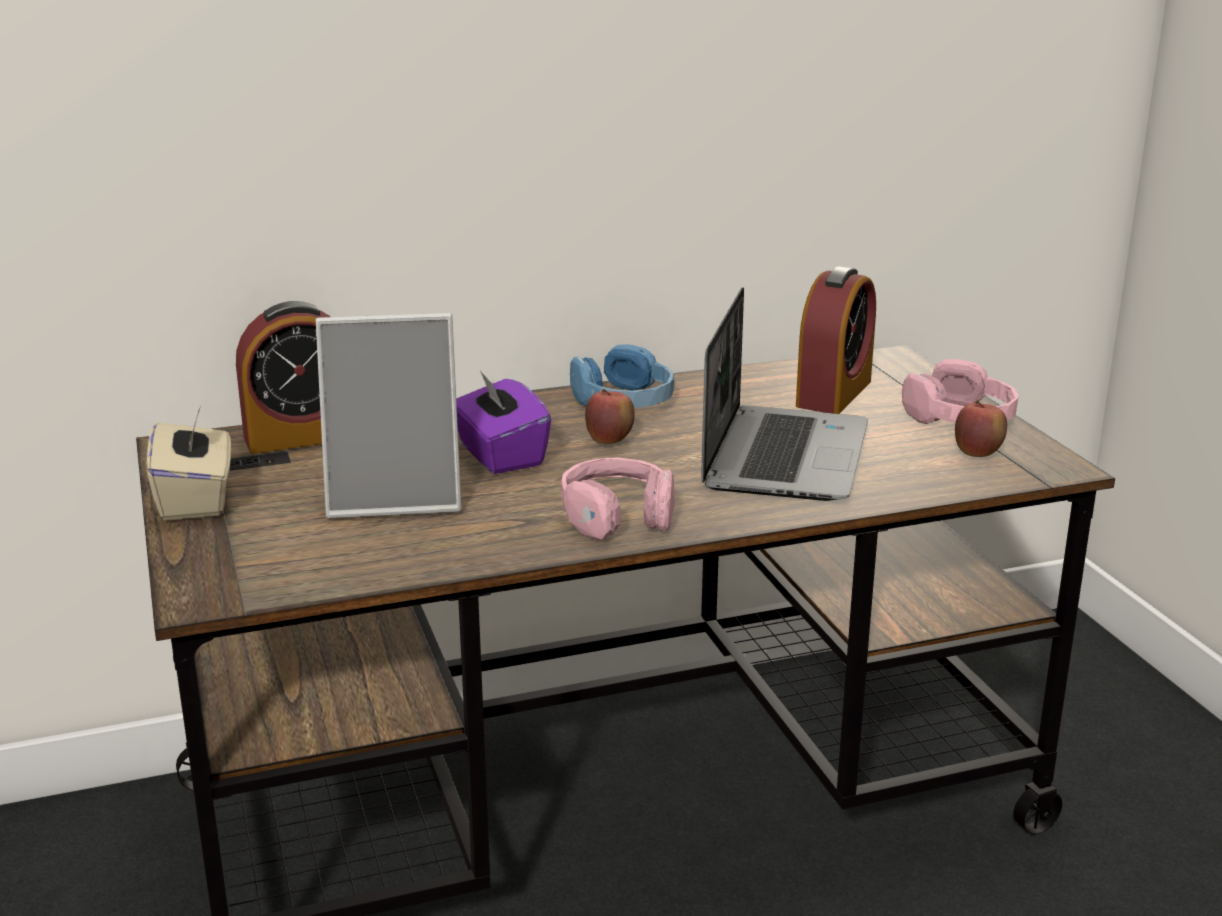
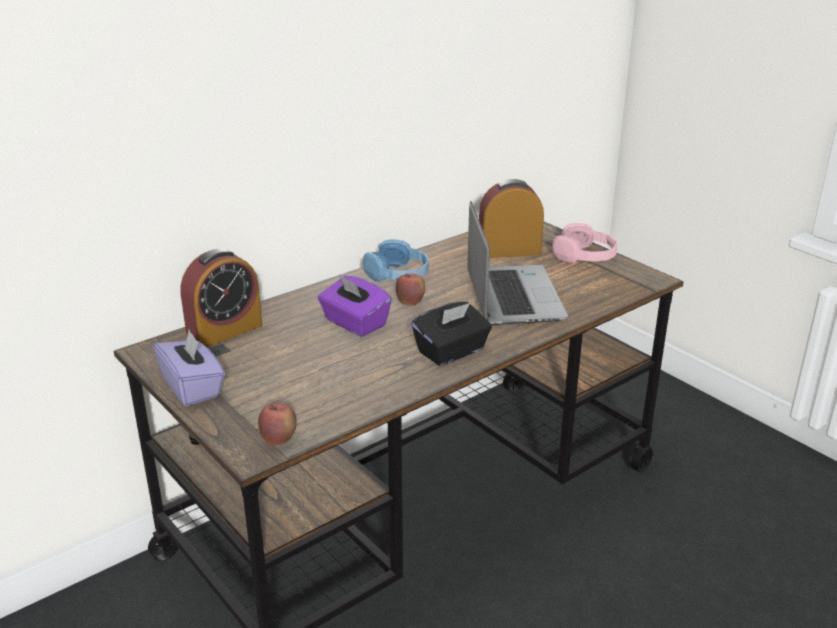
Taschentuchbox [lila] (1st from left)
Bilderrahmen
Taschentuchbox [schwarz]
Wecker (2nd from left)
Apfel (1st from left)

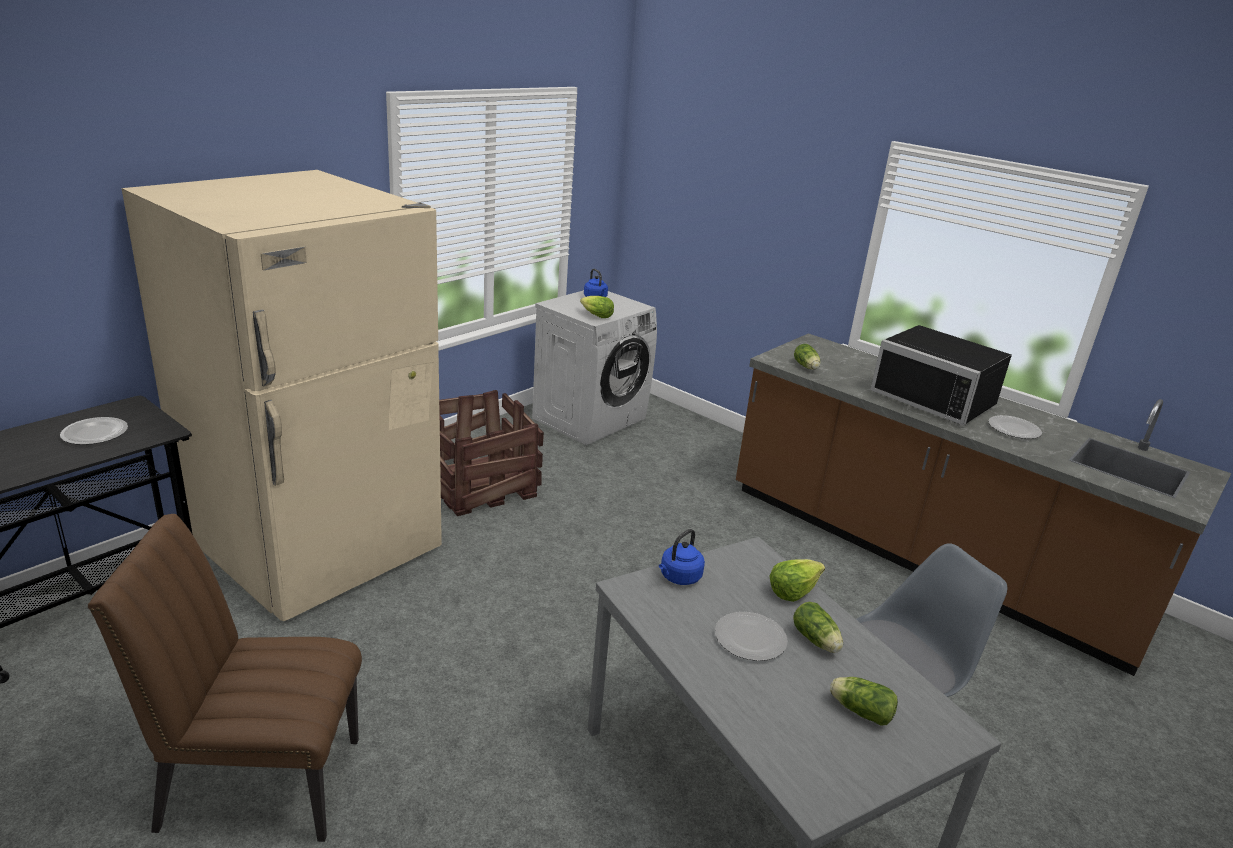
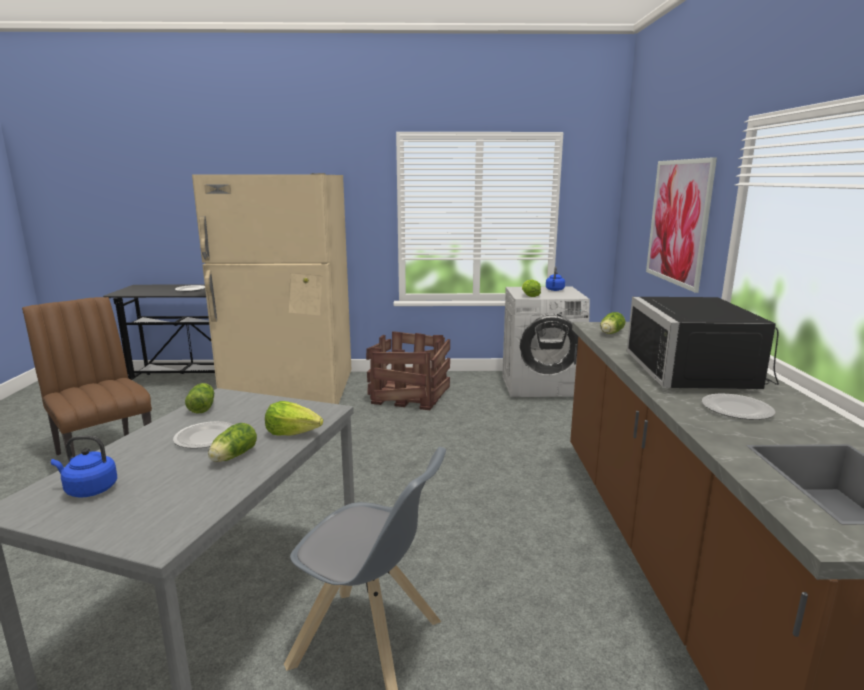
Wasserkessel [blau] (1st from left)
Salatkopf (1st from left)
Bild

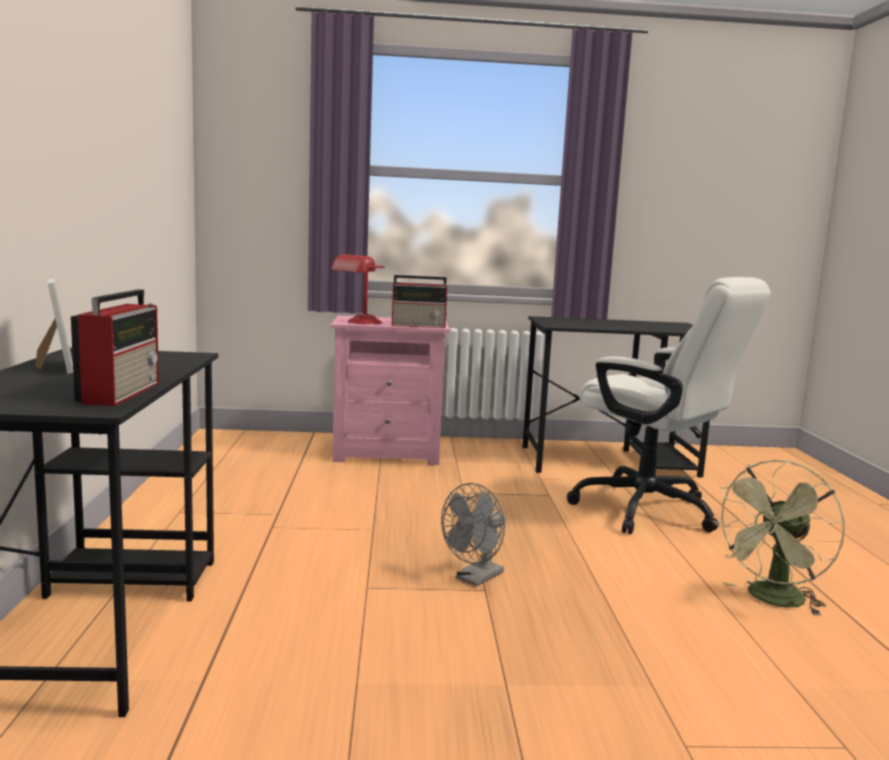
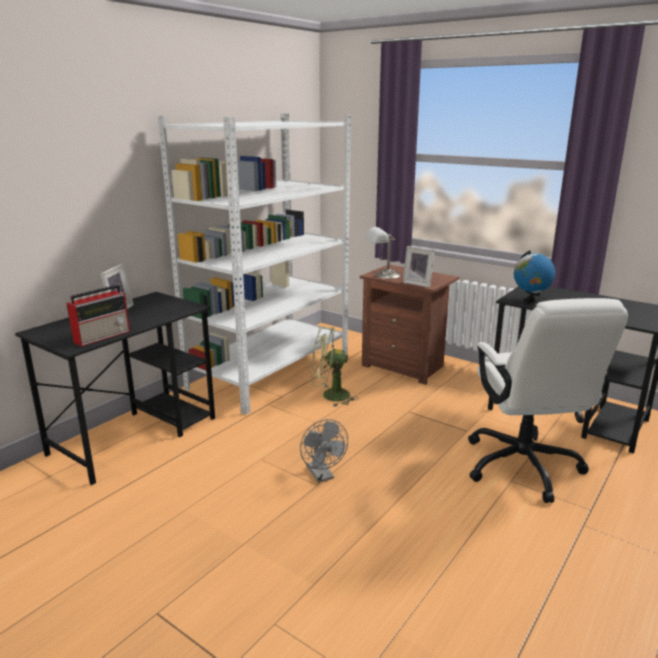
Tischlampe [weiß]
Nachttisch [braun]
Bilderrahmen (2nd from left)
Ventilator [grau]
Ventilator [grün]
Bücherregal [weiß]
Globus

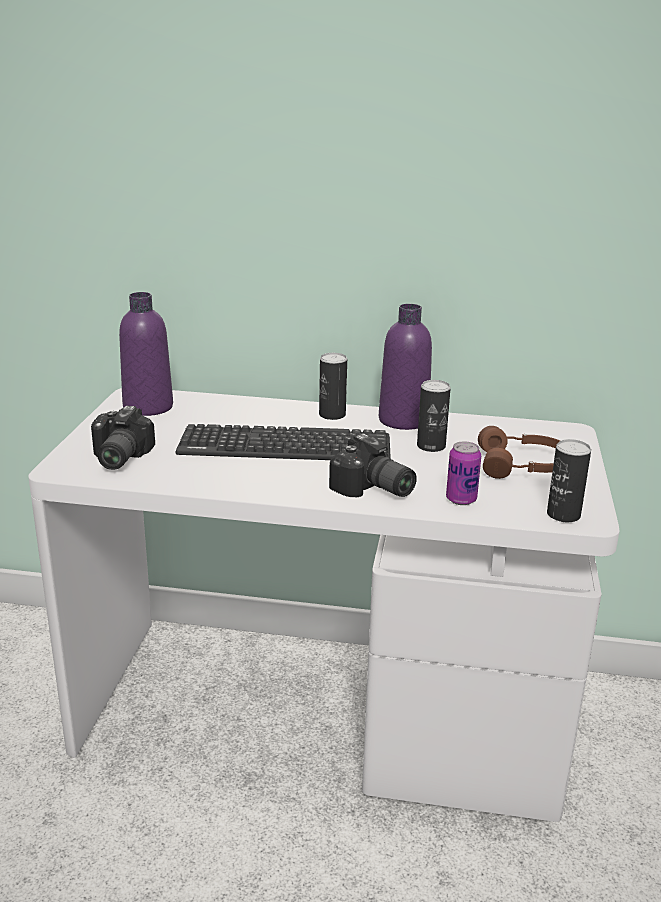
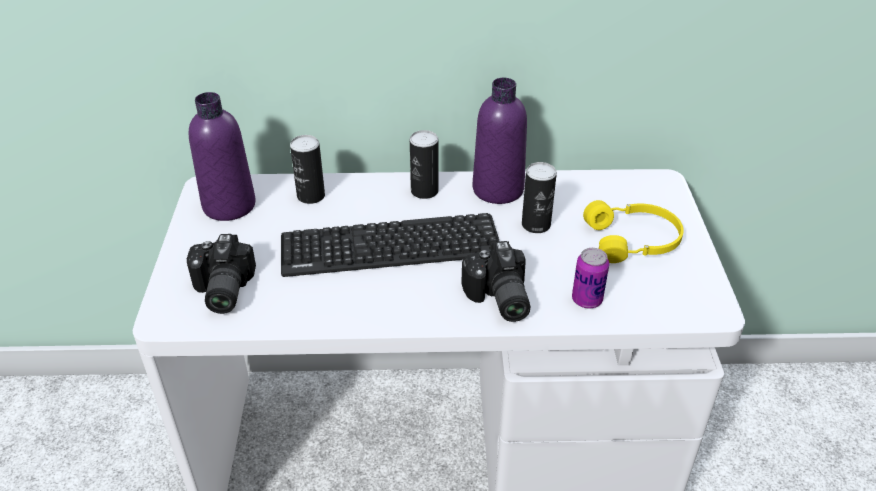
Kamera (2nd from left)
Kopfhörer [gelb]
Dose (1st from left)

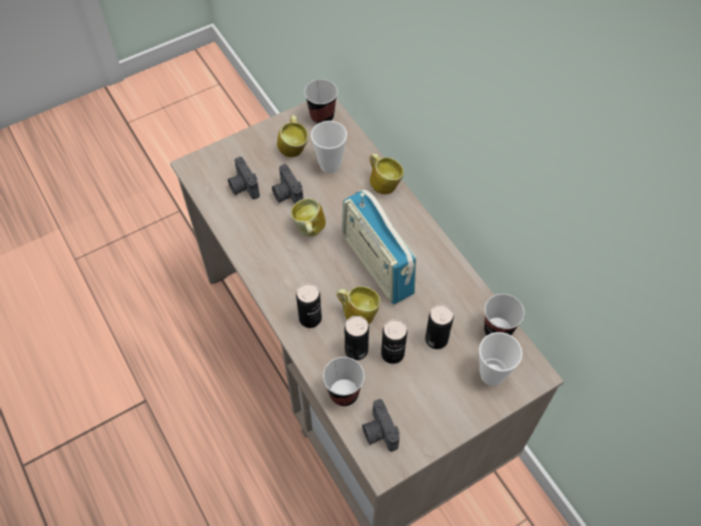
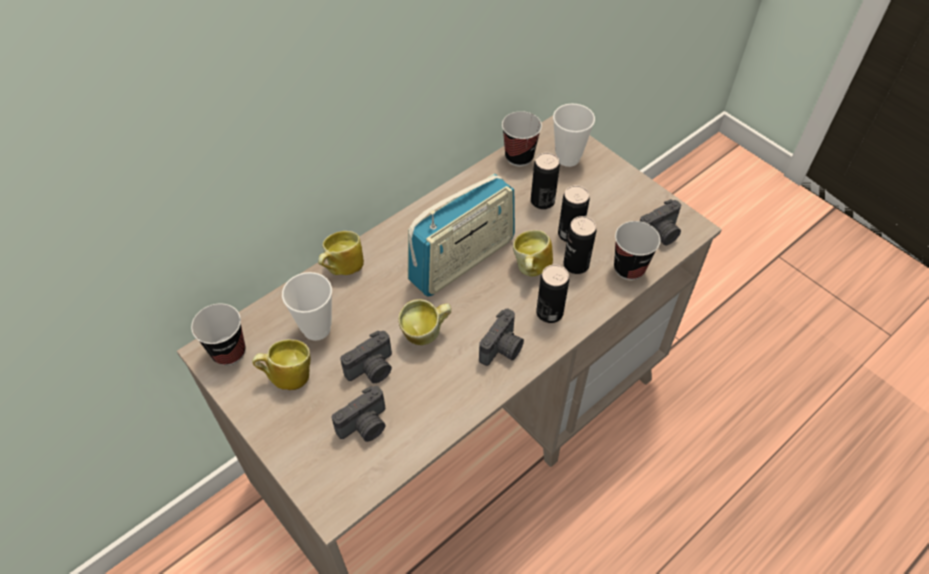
Kamera (3rd from left)

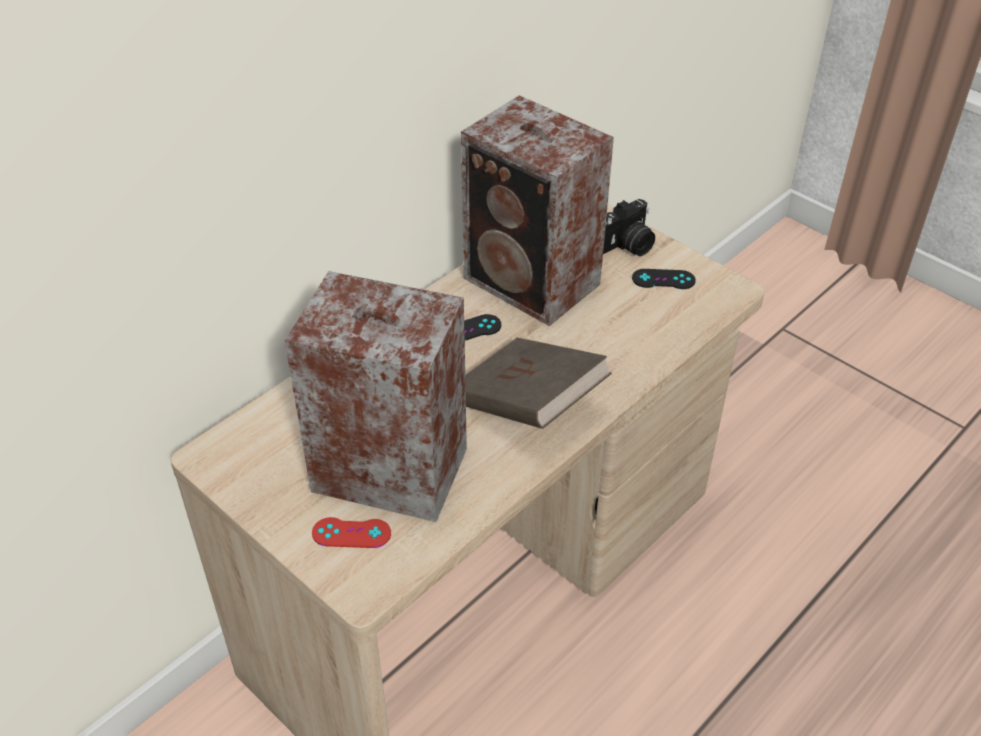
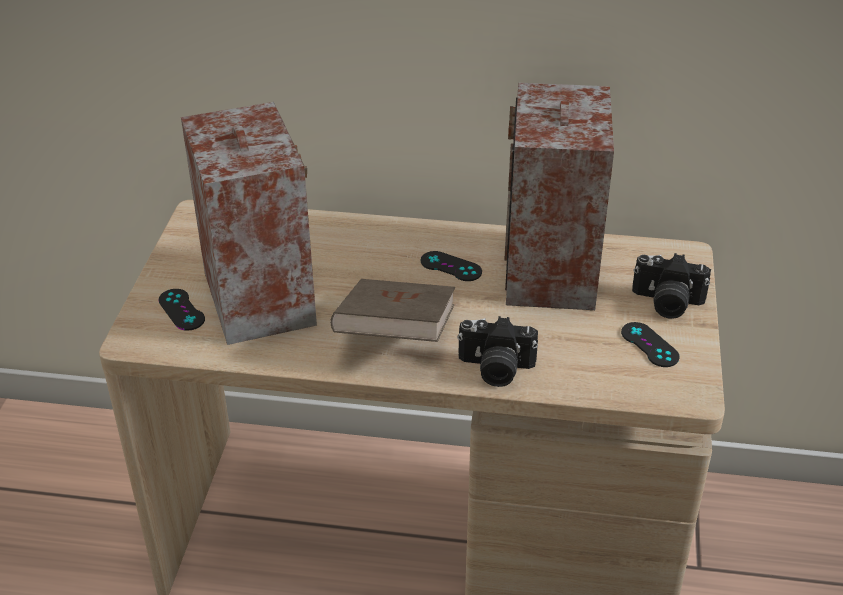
Gamepad [schwarz] (1st from left)
Kamera (1st from left)

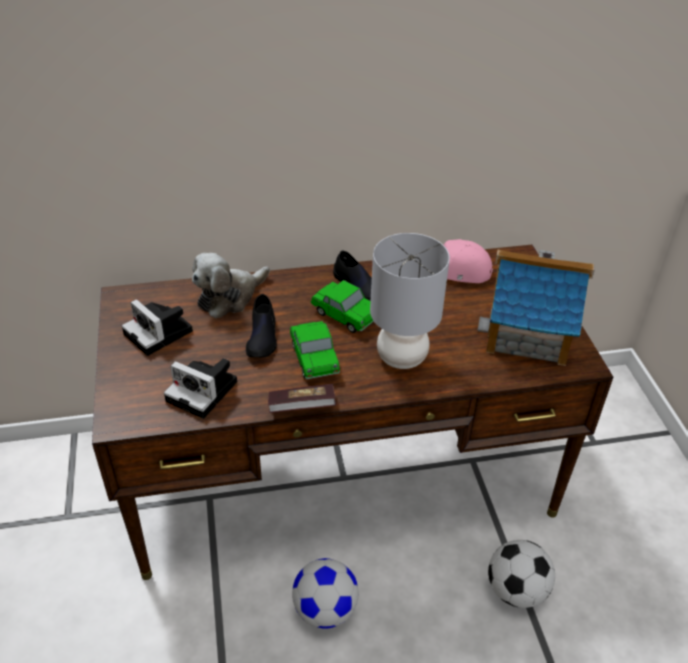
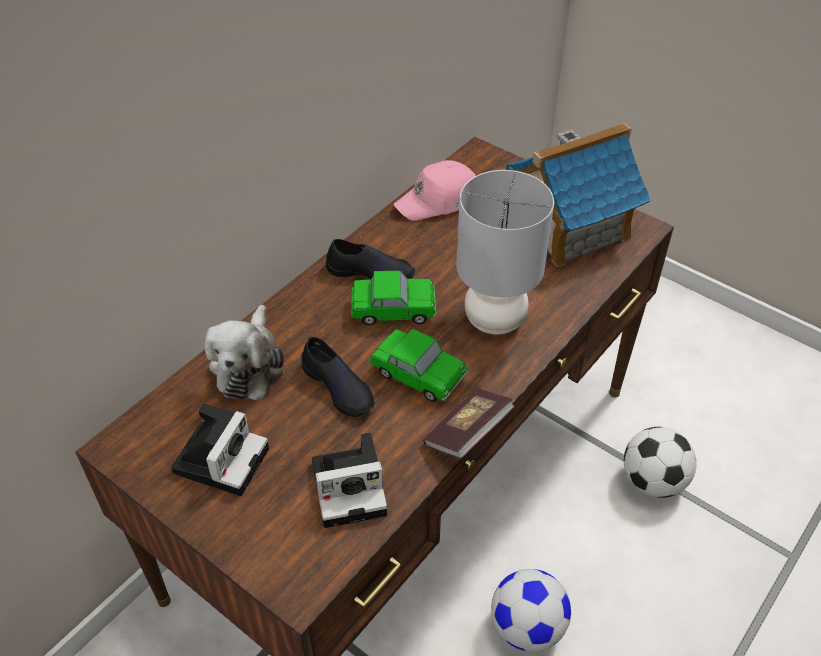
Kamera (1st from left)

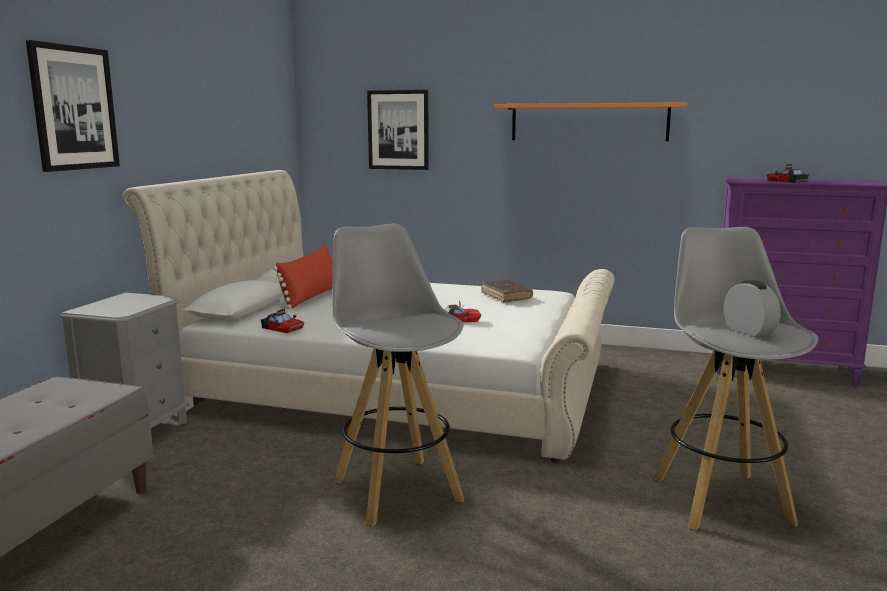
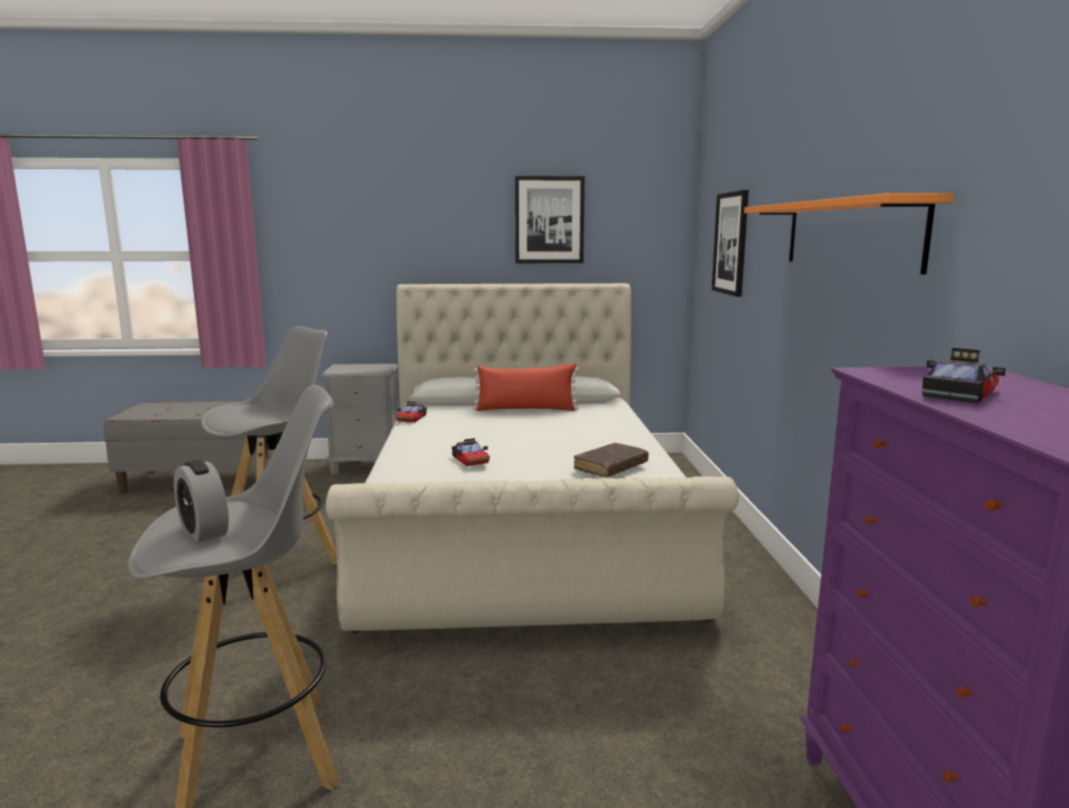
Bild (1st from left)
Wecker

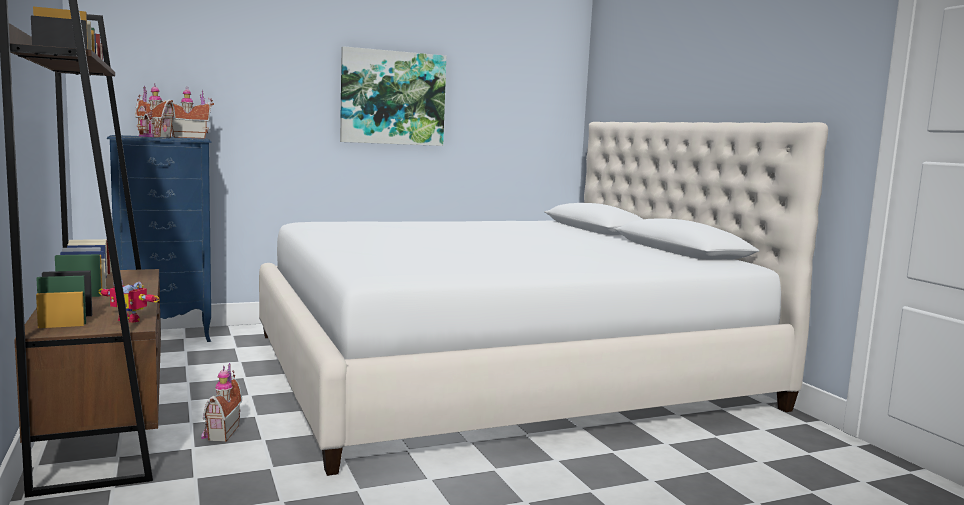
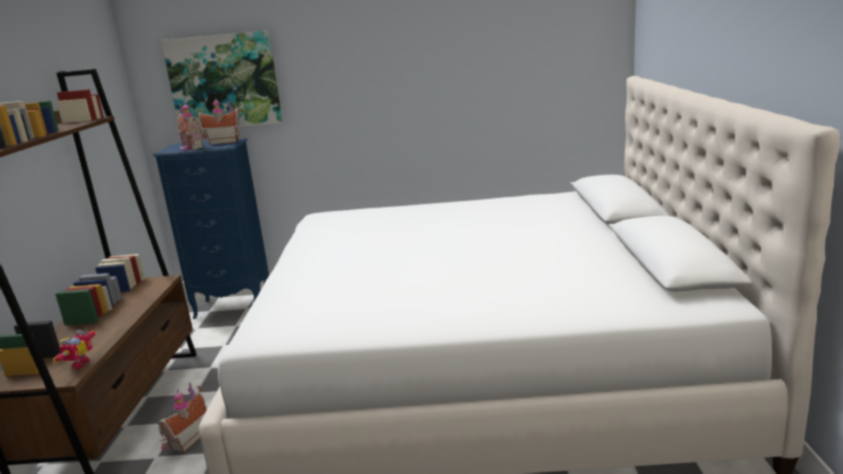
Spielzeugroboter
Bild

